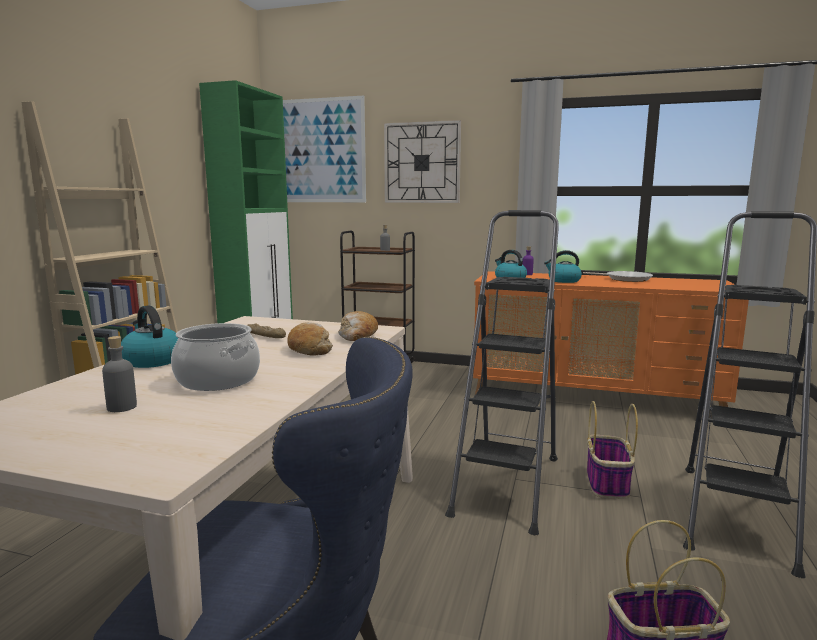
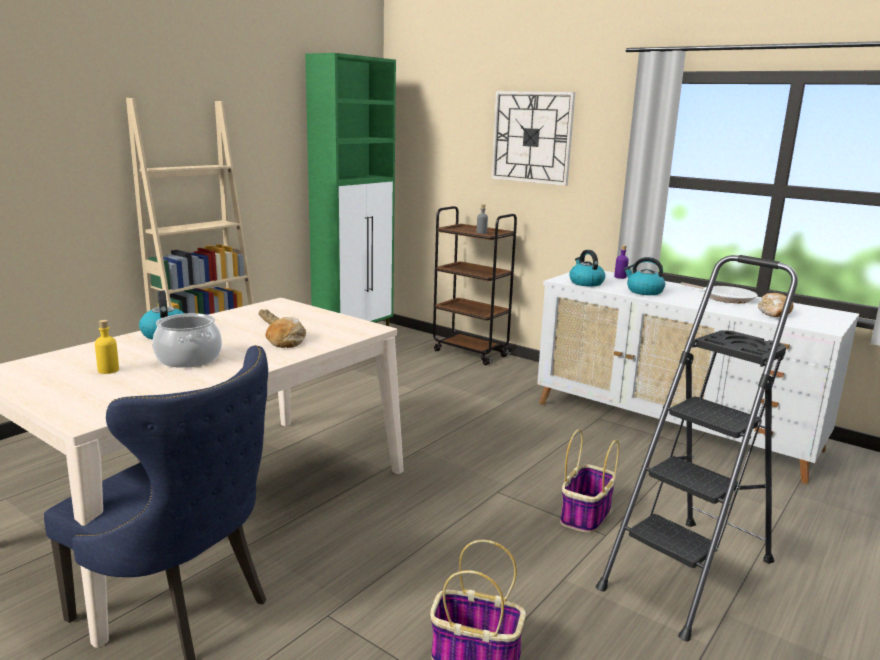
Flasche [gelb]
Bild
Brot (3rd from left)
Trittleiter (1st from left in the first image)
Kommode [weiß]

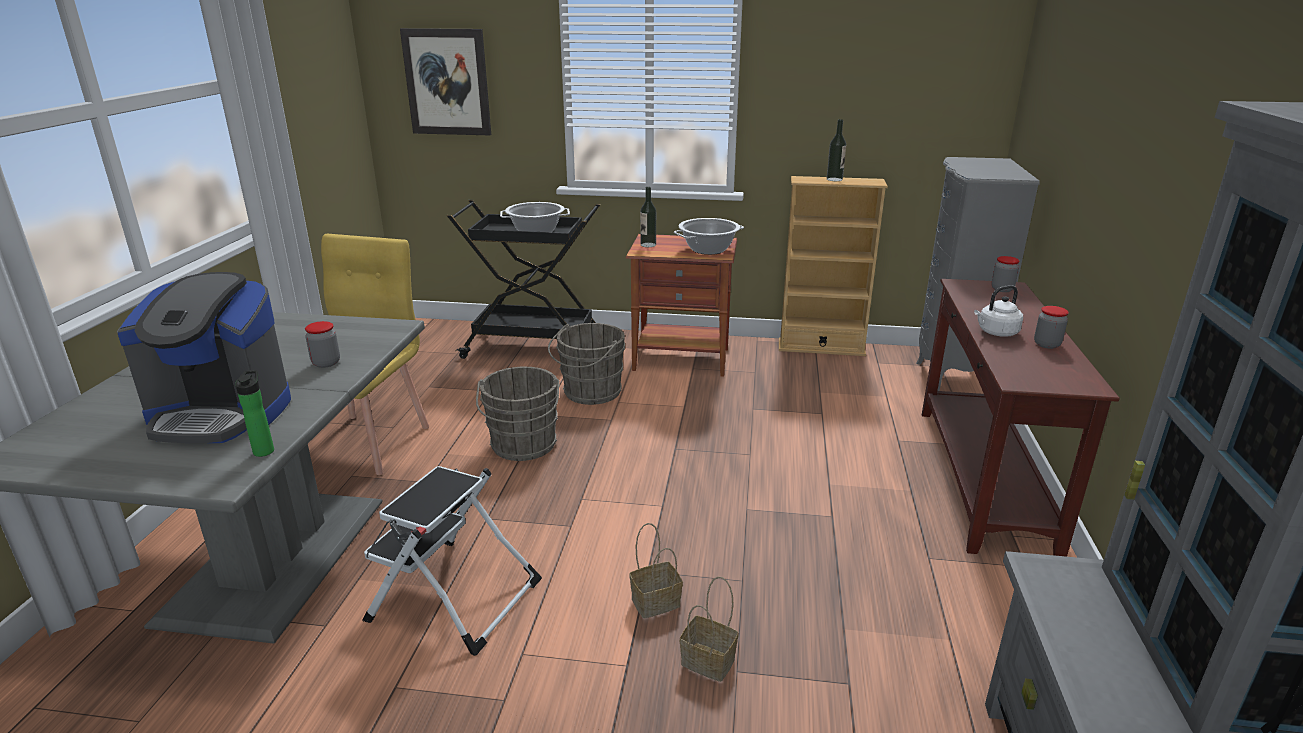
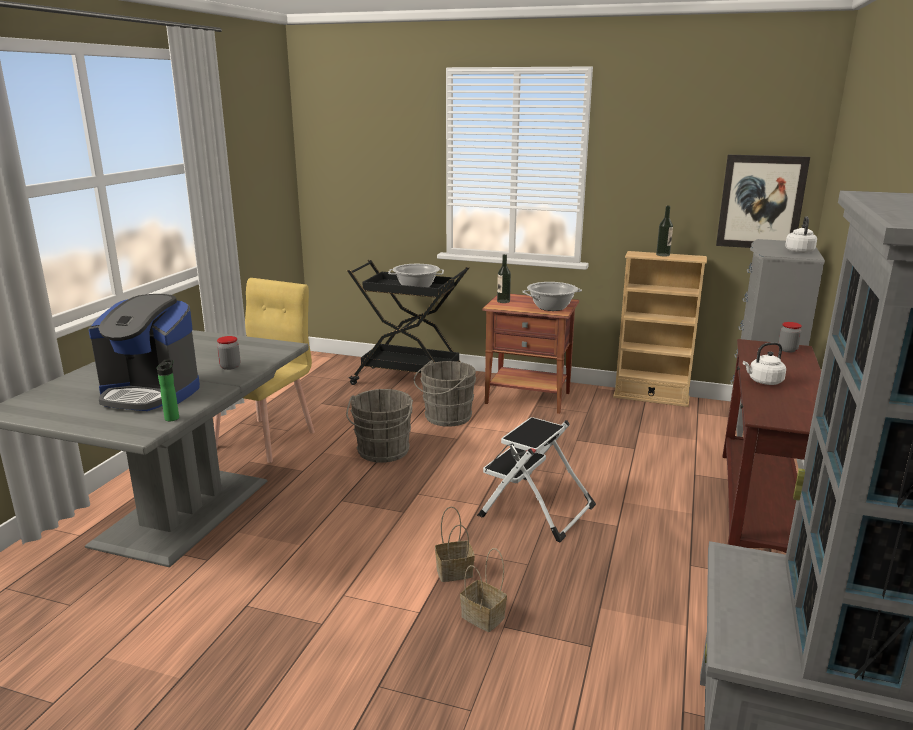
Trittleiter
Bild
Vorratsglas (3rd from left in the first image)
Wasserkessel [weiß] (2nd from left)

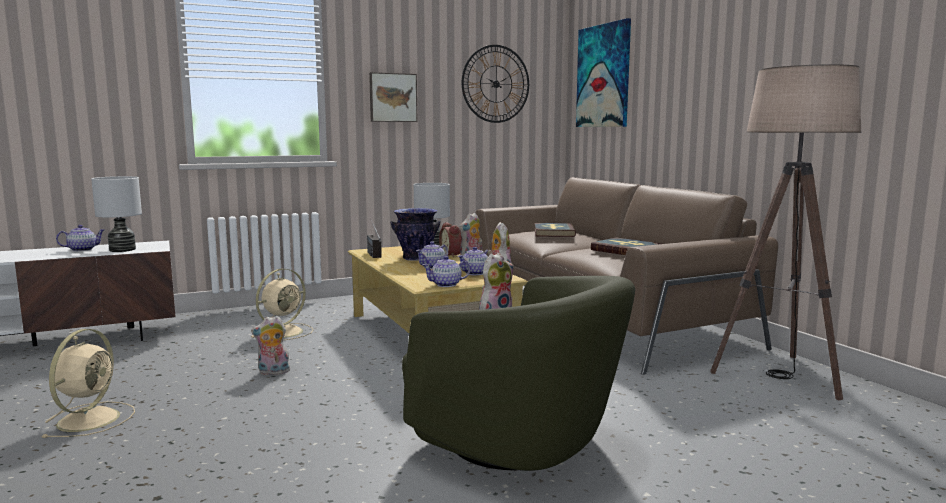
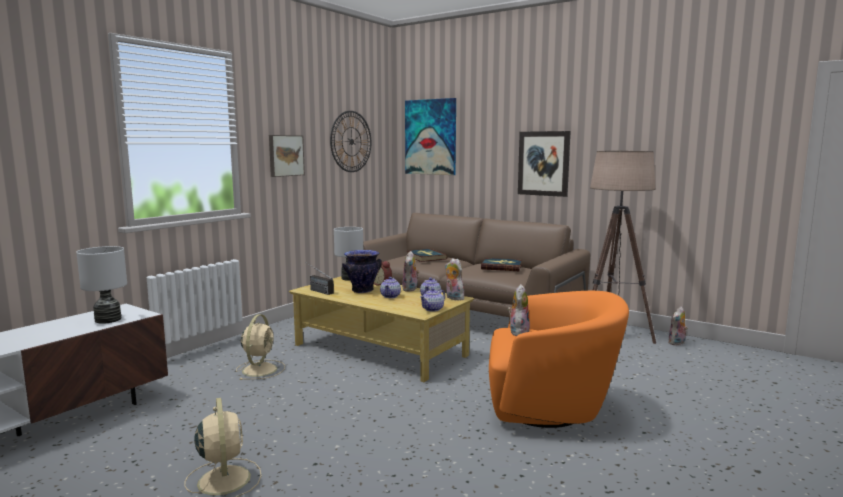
Teekanne (1st from left in the first image)
Plüschtier (4th from left)
Sessel [orange]
Bild (3rd from left)

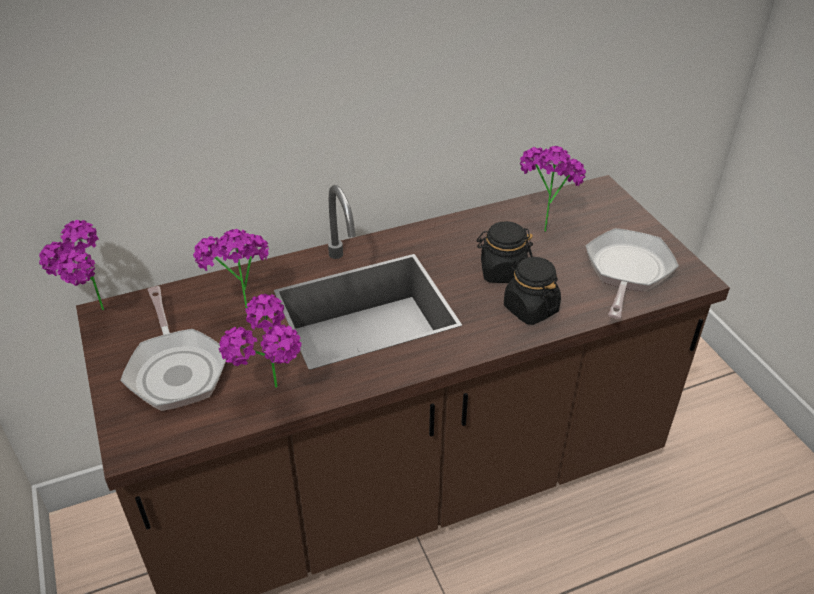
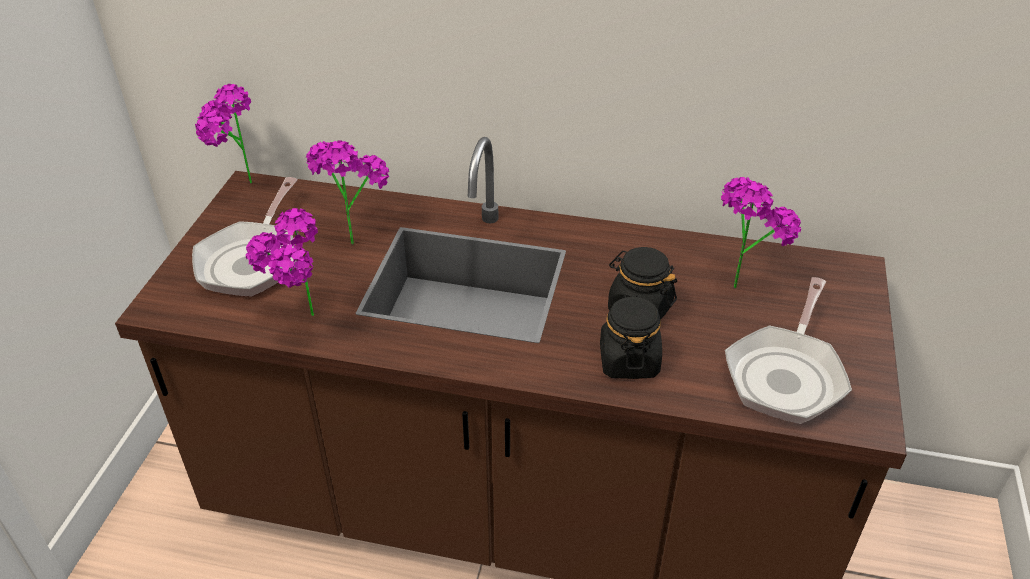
Pfanne (2nd from left)

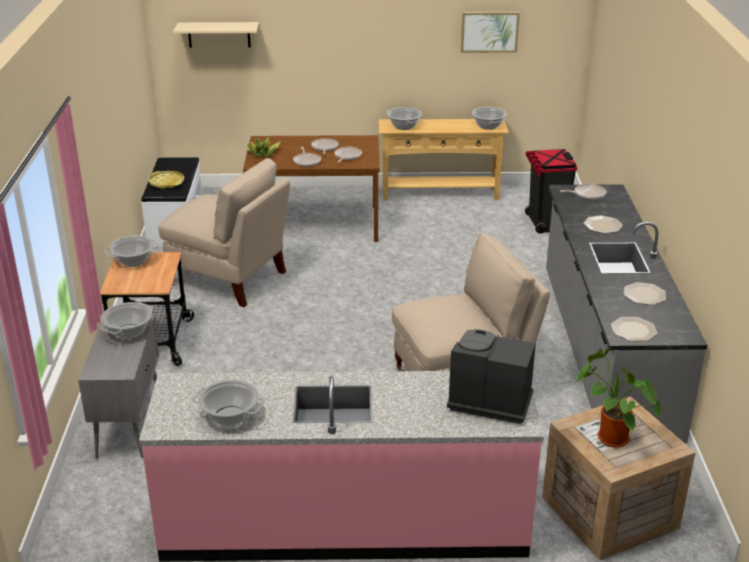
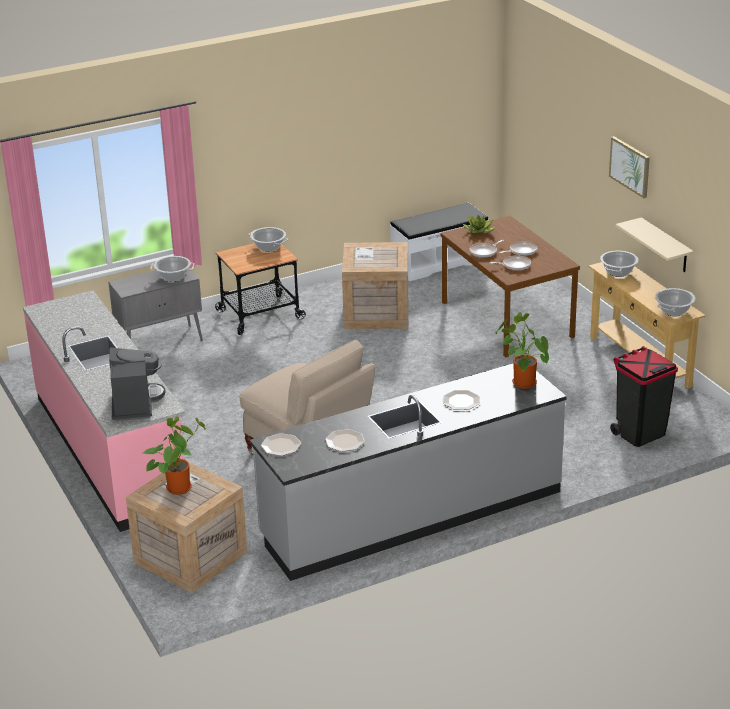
Tablett [gelb]
Kiste (2nd from left)
Wandregal [beige]
Kochtopf (3rd from left in the first image)
Bild
Topfpflanze (3rd from left)

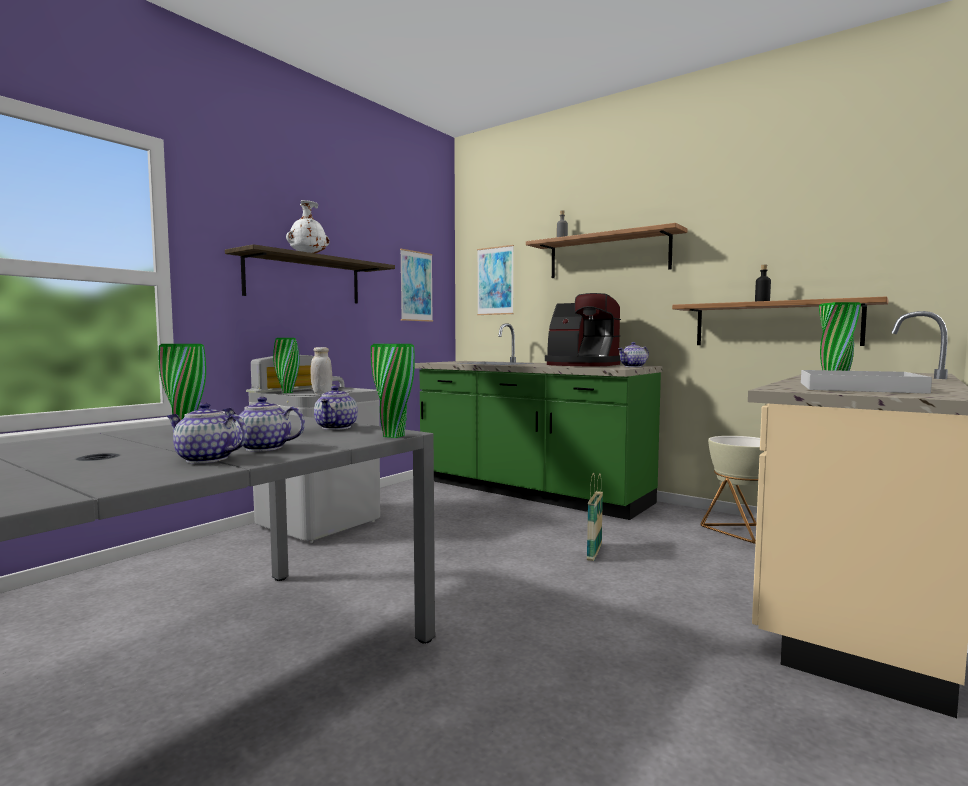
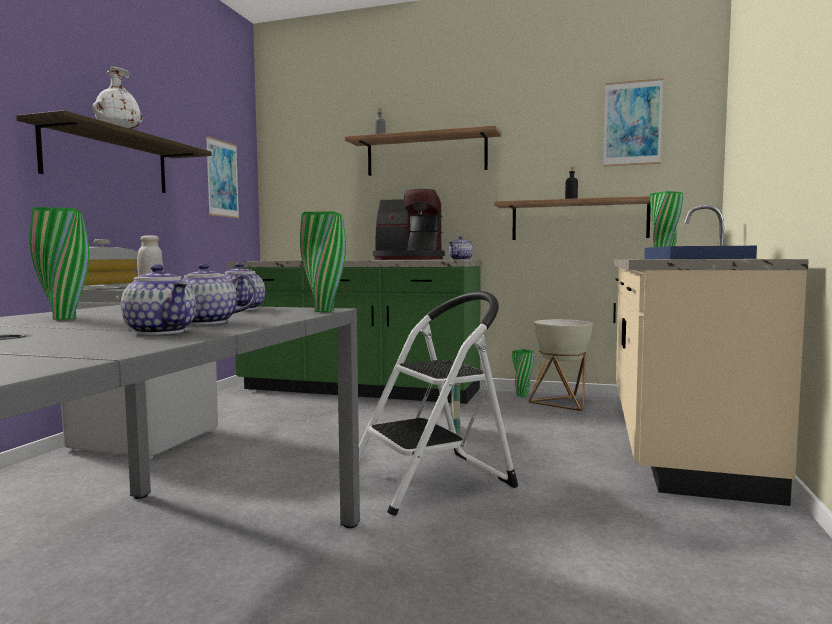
Teekanne (1st from left)
Vase [grün] (3rd from left)
Bild (2nd from left)
Tablett [blau]
Trittleiter

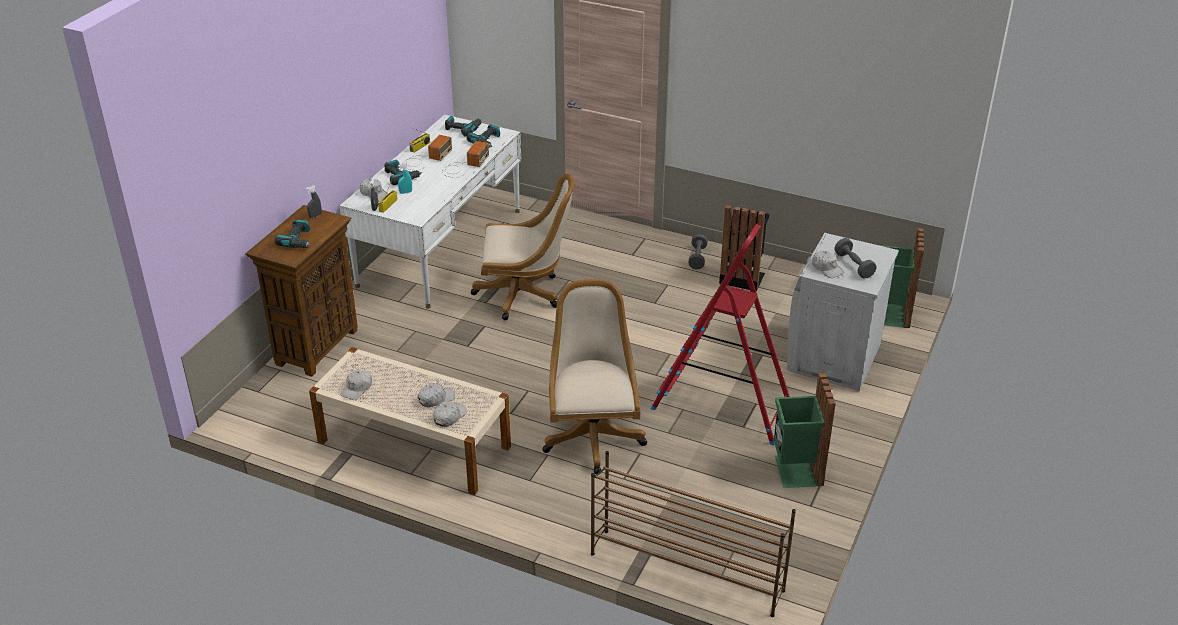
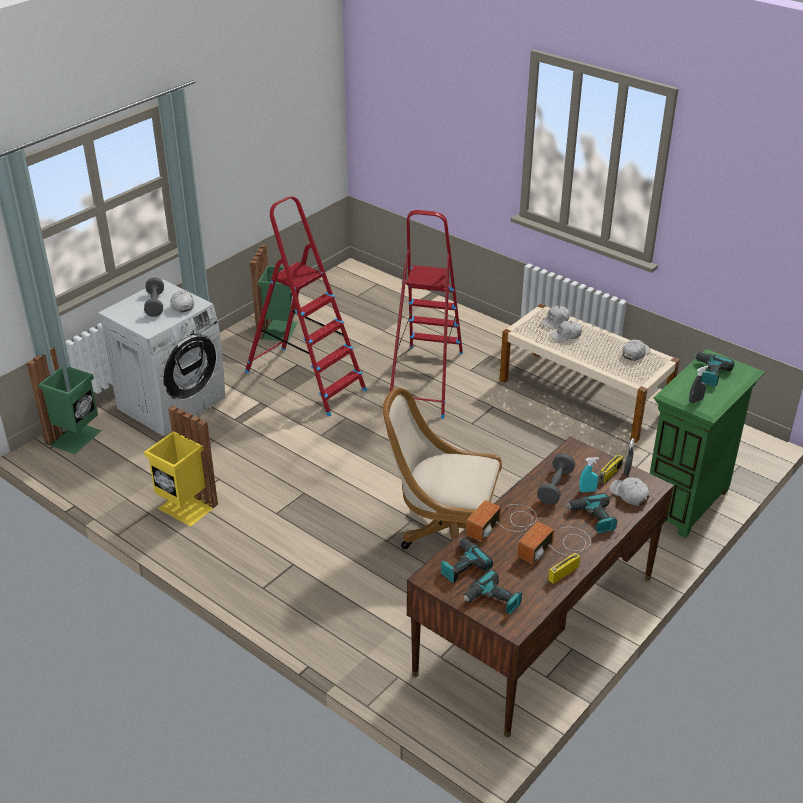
Schrank [grün]
Schreibtisch [braun]
Trittleiter [rot] (2nd from left)
Schuhregal [braun]
Hantel [grau] (2nd from left)
Mülleimer [gelb]

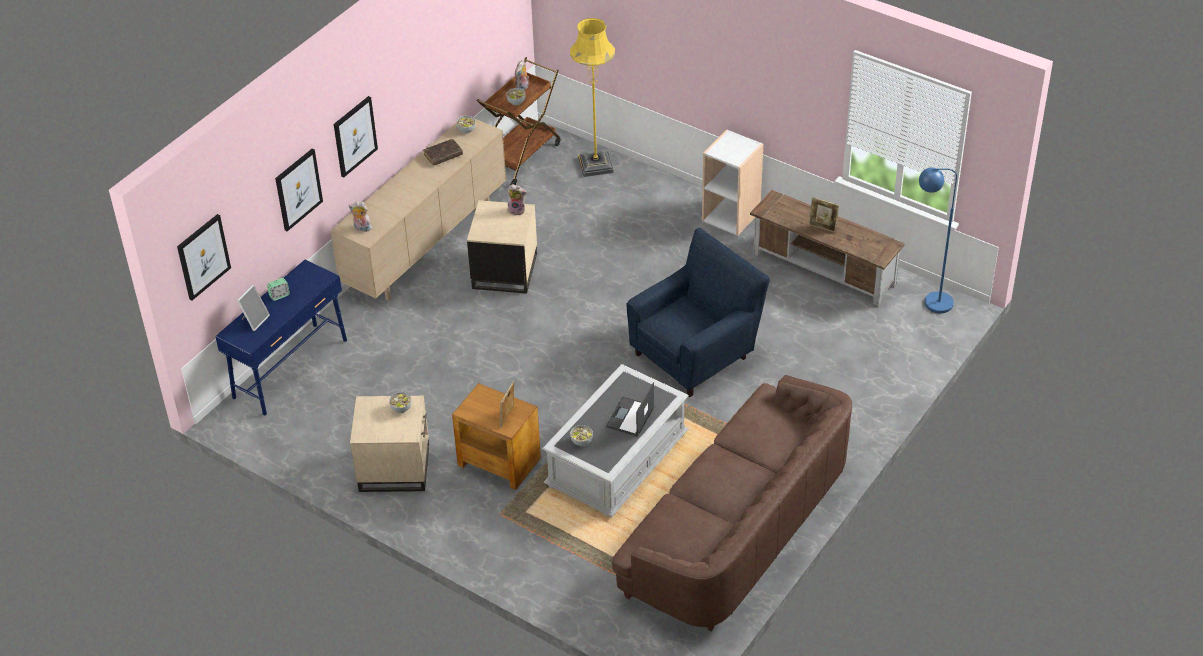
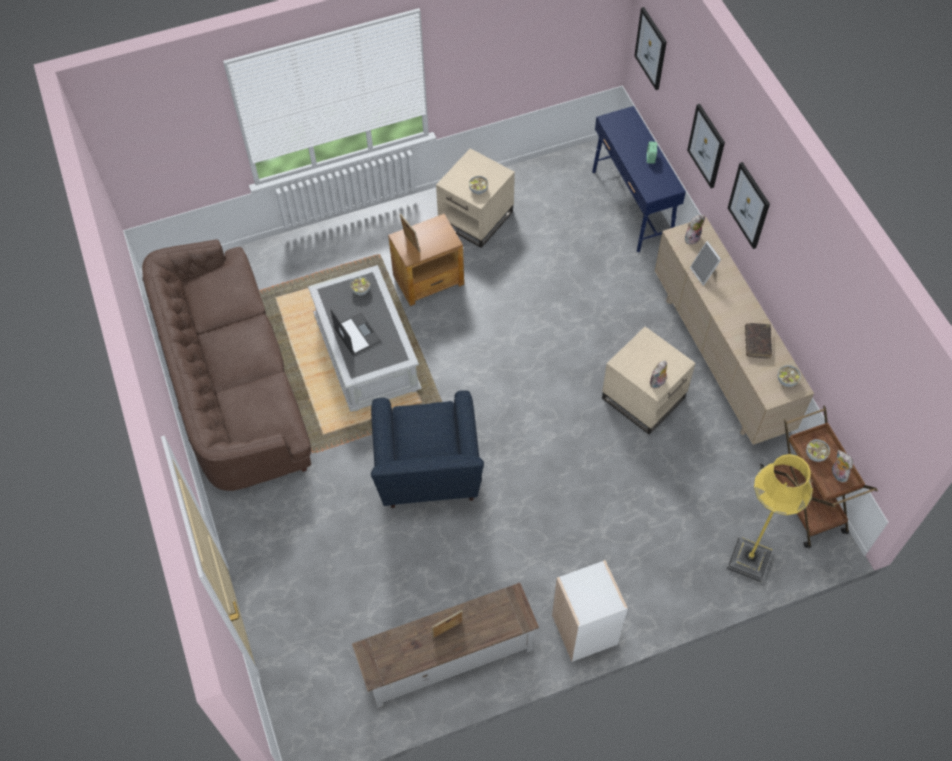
Bilderrahmen (3rd from left)
Stehlampe [blau]

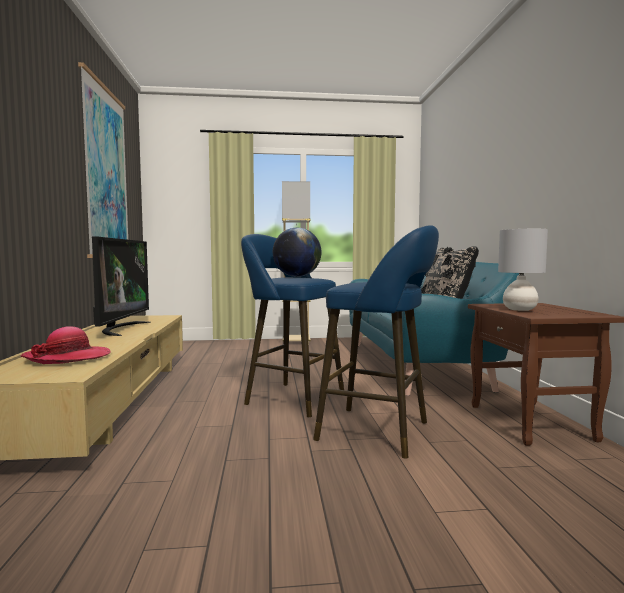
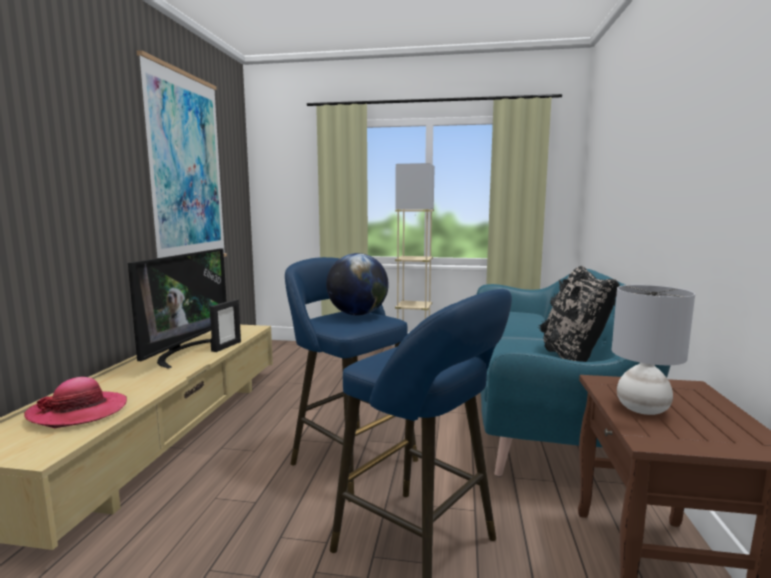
Bilderrahmen

